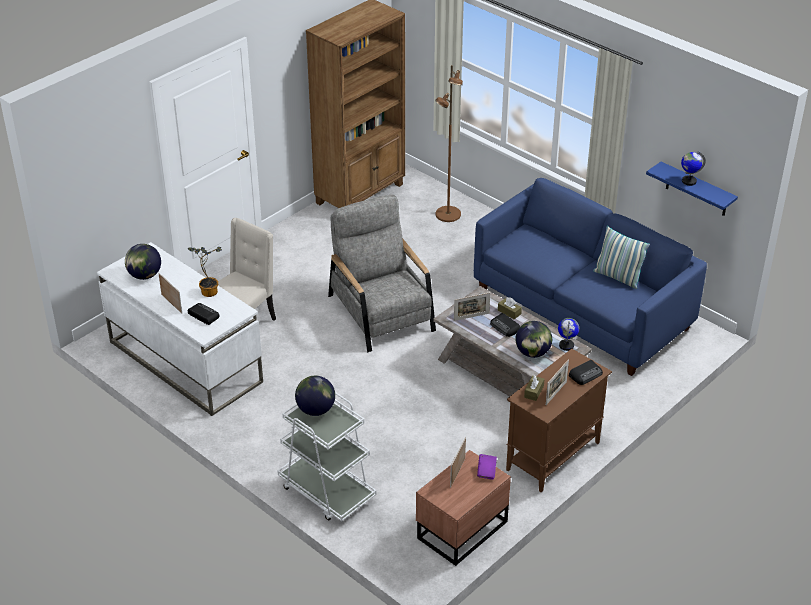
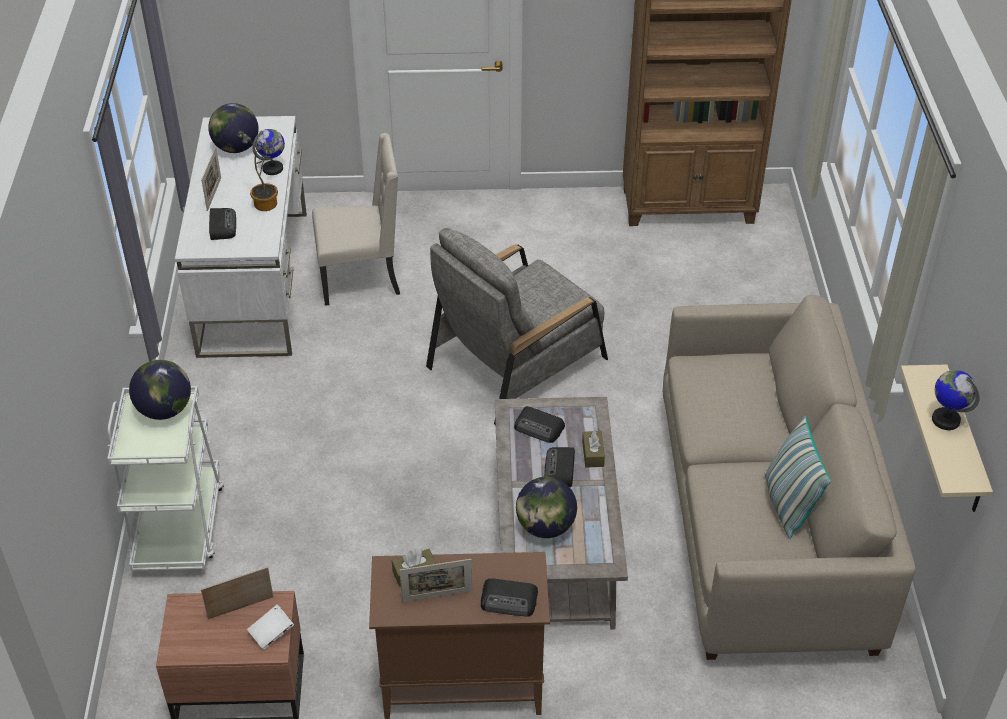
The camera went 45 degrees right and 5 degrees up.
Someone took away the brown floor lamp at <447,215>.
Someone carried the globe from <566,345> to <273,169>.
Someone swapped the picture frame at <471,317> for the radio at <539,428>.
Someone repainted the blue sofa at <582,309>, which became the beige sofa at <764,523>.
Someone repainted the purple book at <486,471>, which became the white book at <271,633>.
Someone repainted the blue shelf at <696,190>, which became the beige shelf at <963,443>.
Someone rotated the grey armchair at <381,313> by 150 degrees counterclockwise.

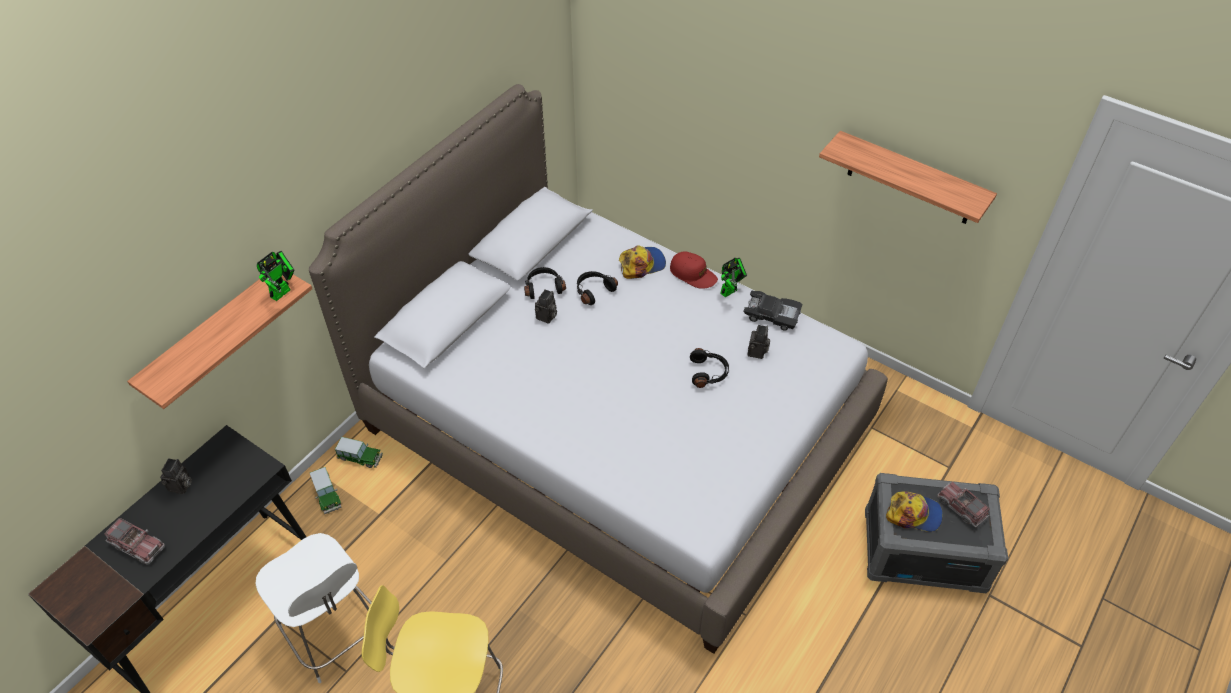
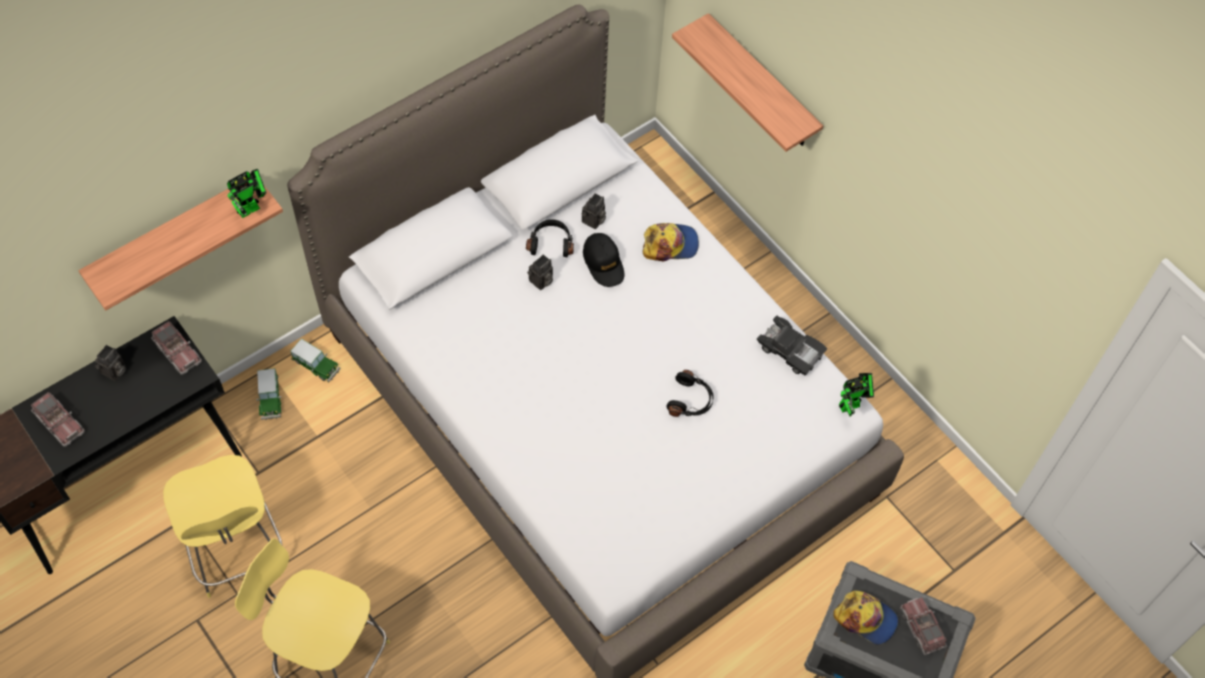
The camera went 15 degrees right and 10 degrees up.
Someone took away the red cap at <693,274>.
Someone put down the toy truck at <177,352>.
Someone carried the toy robot from <730,290> to <852,404>.
Someone carried the photo camera from <757,353> to <593,221>.
Someone carried the shelf from <910,179> to <761,84>.
Someone swapped the black headphones at <593,291> for the black cap at <604,263>.
Someone repainted the white stool at <334,634>, which became the yellow stool at <236,551>.

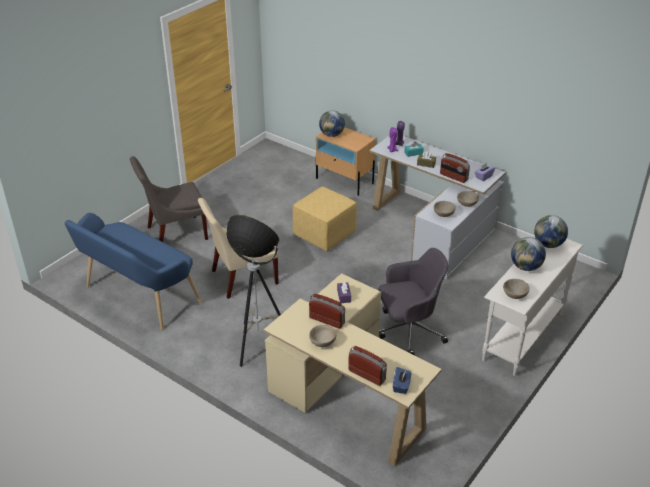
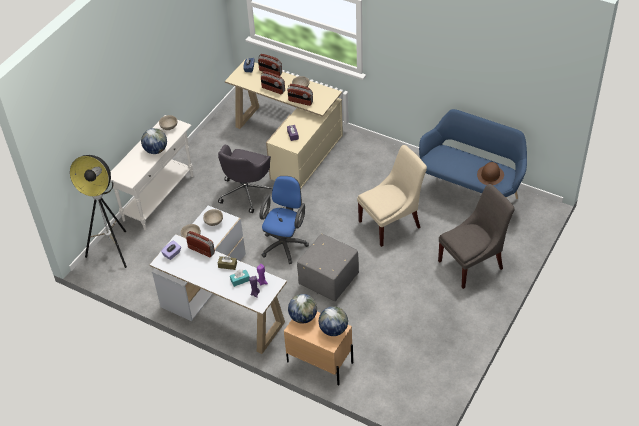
The camera went 175 degrees right and 10 degrees up.
Someone put down the blue office chair at <285,243>.
Someone put down the radio at <273,89>.
Someone put down the brown hat at <490,175>.
Someone carried the floor lamp from <258,344> to <113,250>.
Someone carried the globe from <548,244> to <303,317>.
Someone repainted the yellow ottoman at <325,235>, which became the grey ottoman at <328,279>.
Someone rotated the grey office chair at <408,331> by 45 degrees counterclockwise.

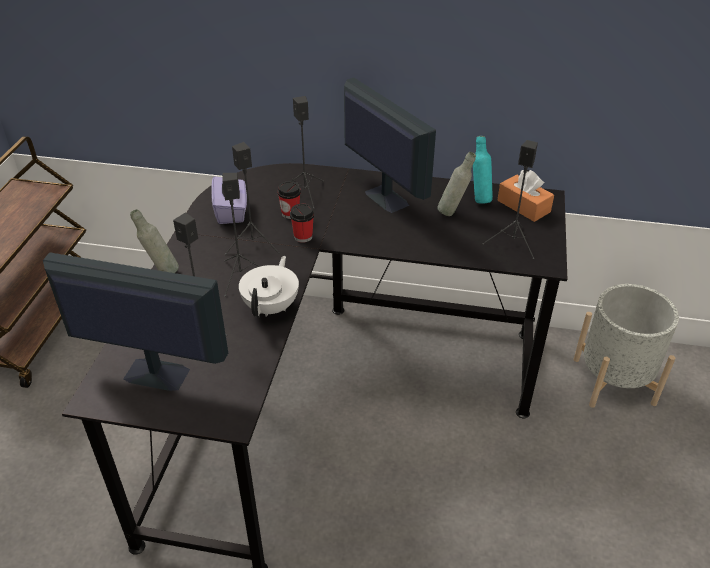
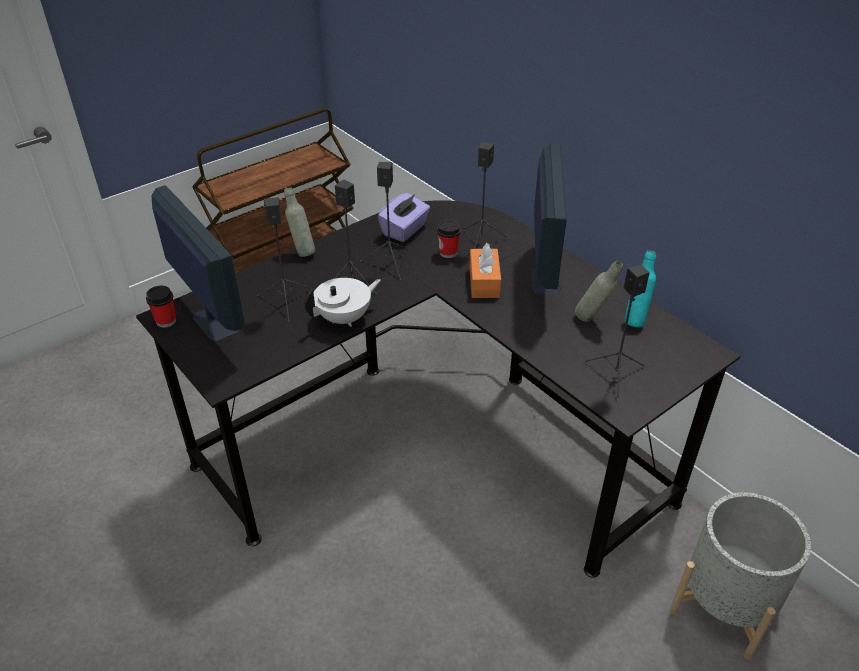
The camera went 40 degrees right and 0 degrees up.
Someone carried the cup from <303,237> to <166,321>.
Someone carried the orange tissue box from <523,206> to <484,282>.

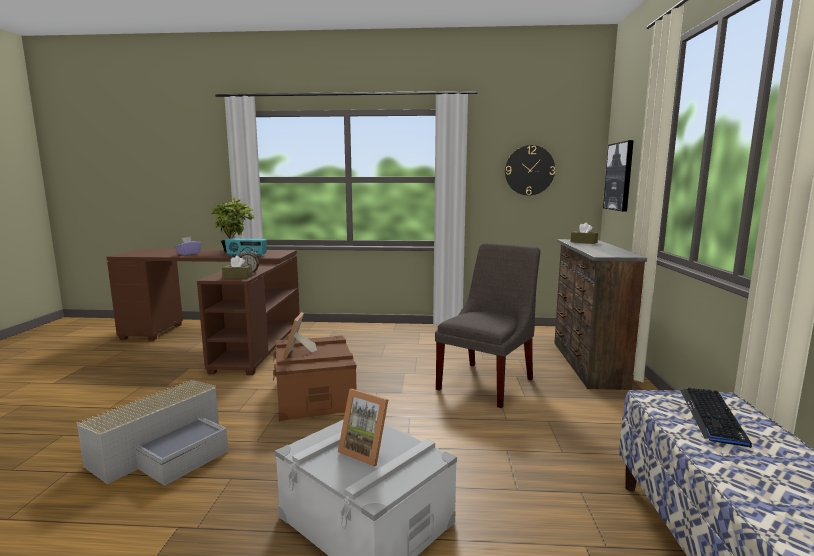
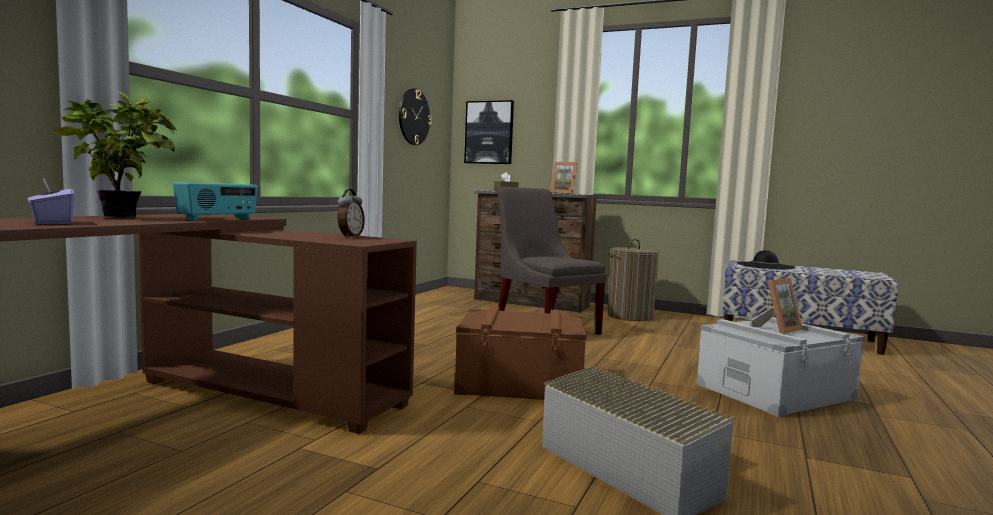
The camera went 70 degrees left and 5 degrees down.
Someone took away the brown tissue box at <237,277>.
Someone put down the laundry basket at <630,316>.
Someone carried the picture frame from <298,353> to <563,193>.
Someone swapped the keyboard at <712,416> for the black hat at <765,266>.

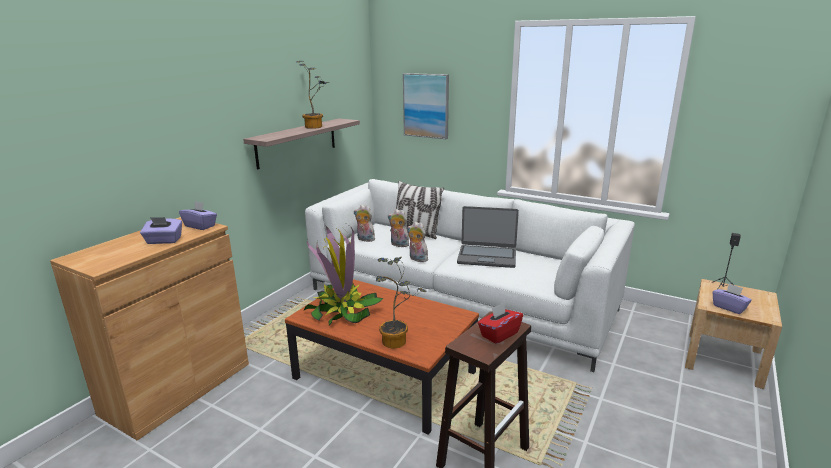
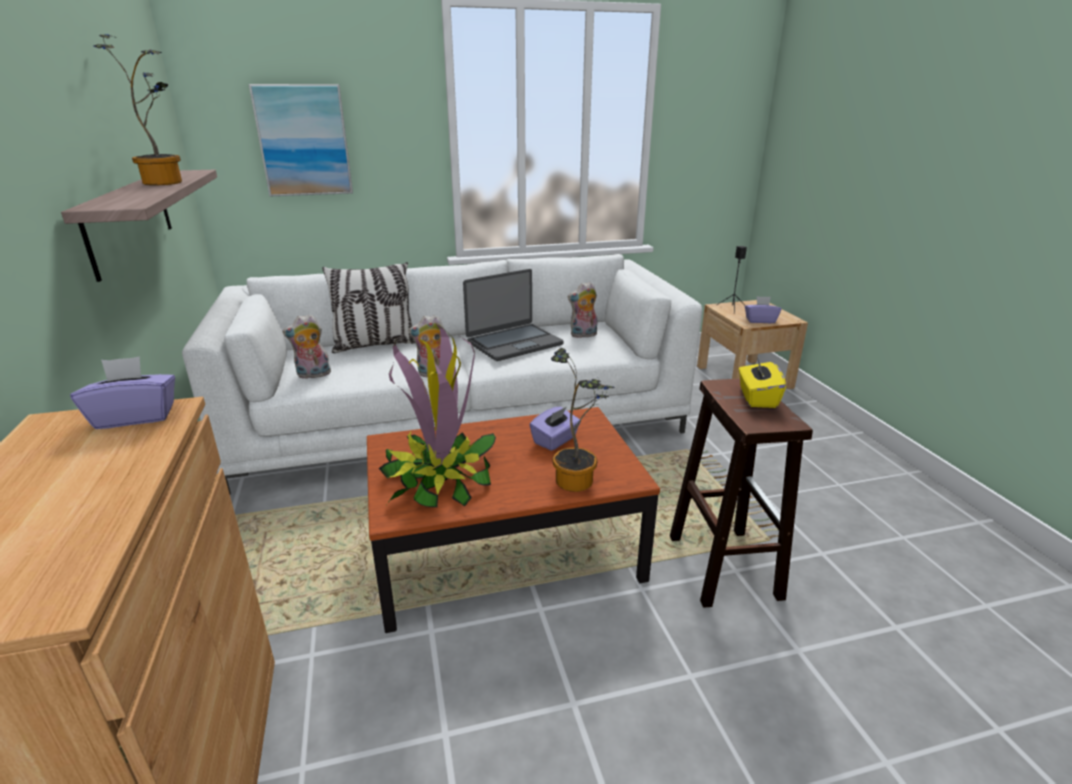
The camera went 45 degrees left and 5 degrees up.
Someone carried the purple tissue box from <164,241> to <555,440>.
Someone carried the plush toy from <398,245> to <583,335>.
Someone repainted the red tissue box at <499,334>, which became the yellow tissue box at <757,398>.

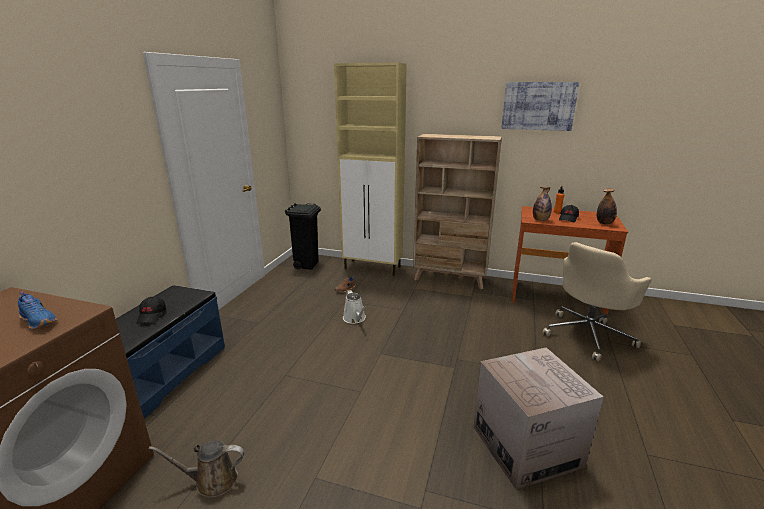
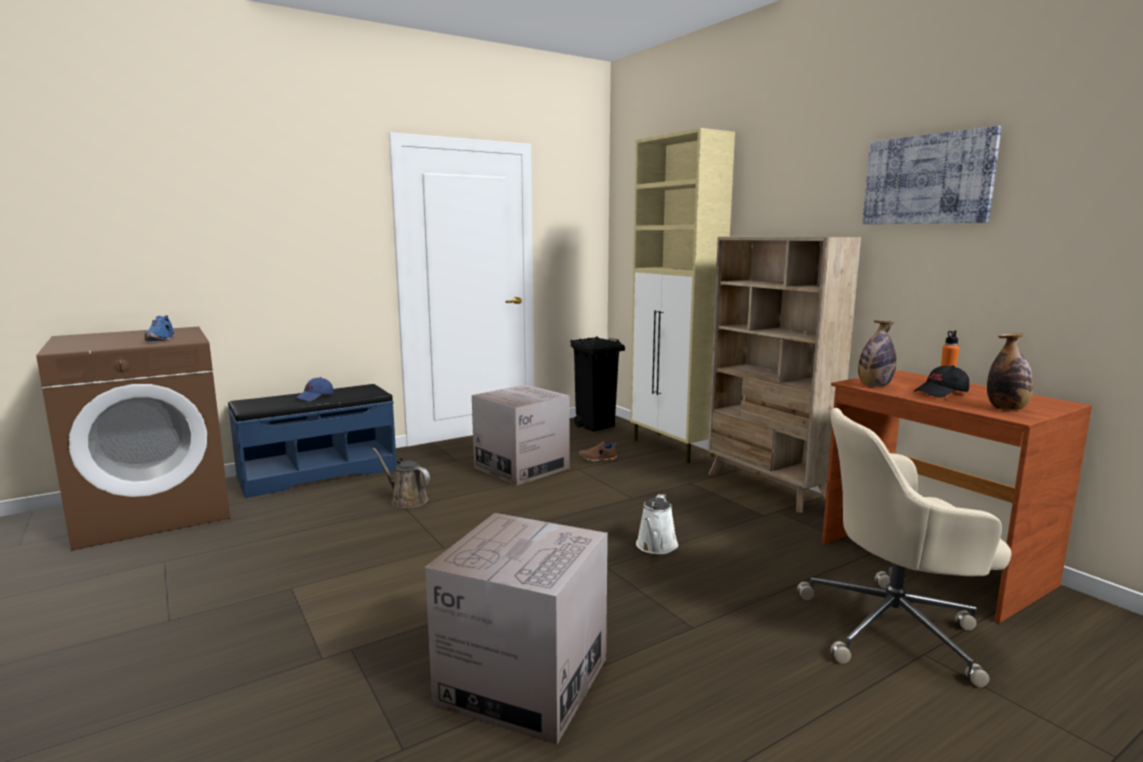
The camera went 40 degrees right and 10 degrees down.
Someone put down the cardboard box at <521,468>.
Someone carried the brown watering can from <212,480> to <406,500>.
Someone carried the white watering can from <355,318> to <656,546>.
Someone repainted the black cap at <152,315>, which became the blue cap at <315,397>.

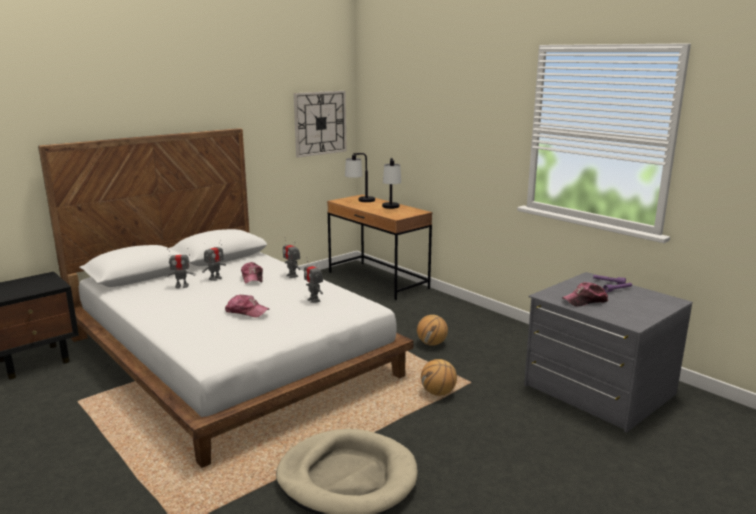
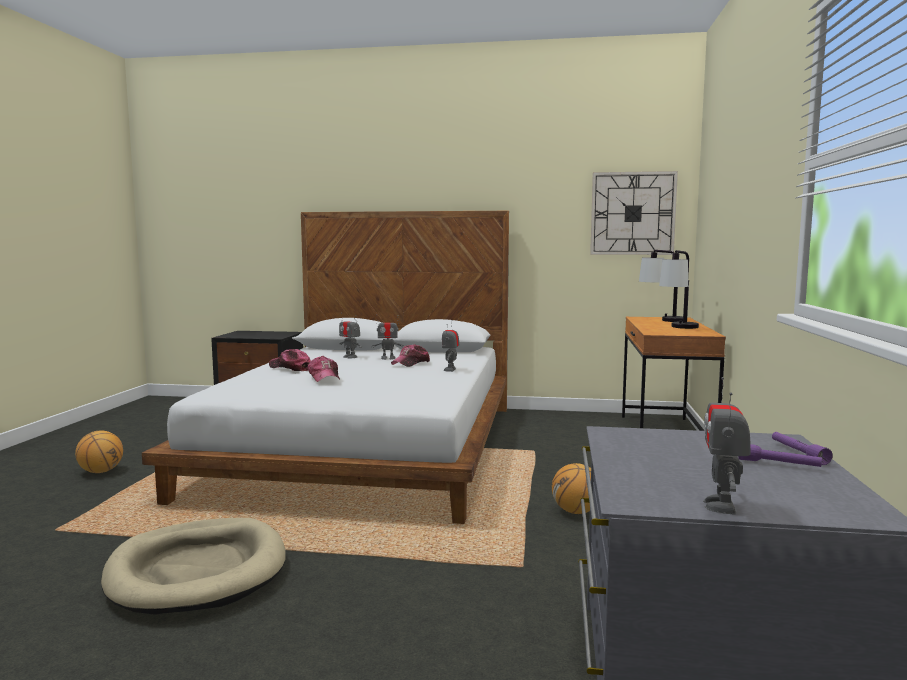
The camera went 50 degrees right and 10 degrees down.
Someone carried the toy robot from <314,300> to <722,506>.
Someone carried the basketball from <438,393> to <101,472>.
Someone carried the cap from <585,301> to <291,368>.

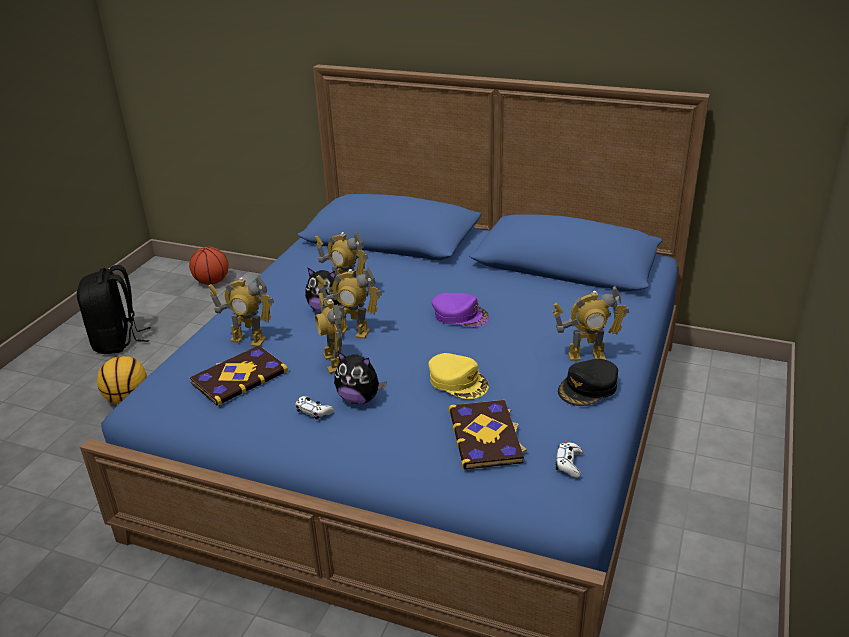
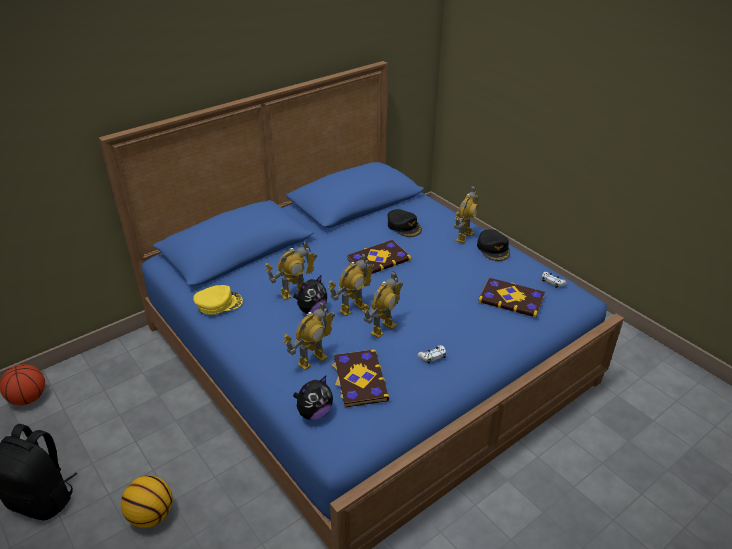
The camera went 60 degrees left and 5 degrees up.
Someone put down the black cap at <404,226>.
Someone carried the plush toy from <359,399> to <314,412>.
Someone carried the yellow cap from <458,381> to <219,303>.
Someone swapped the purple cap at <460,315> for the book at <378,259>.
Someone rotated the toy robot at <334,362> by 60 degrees counterclockwise.

